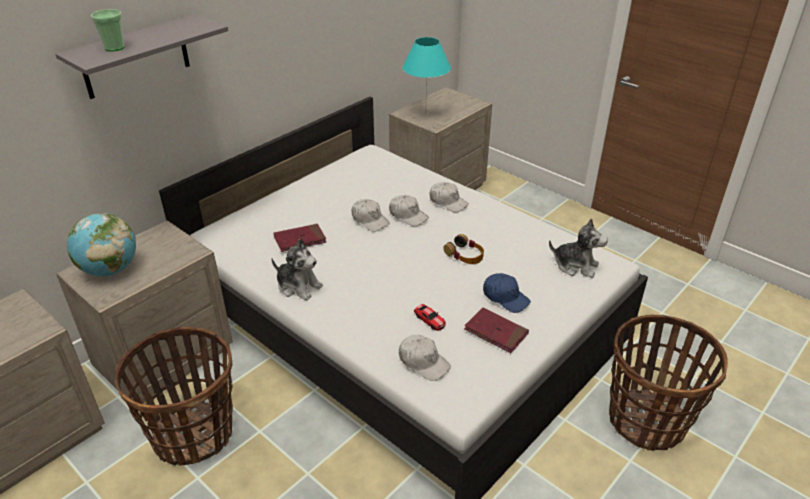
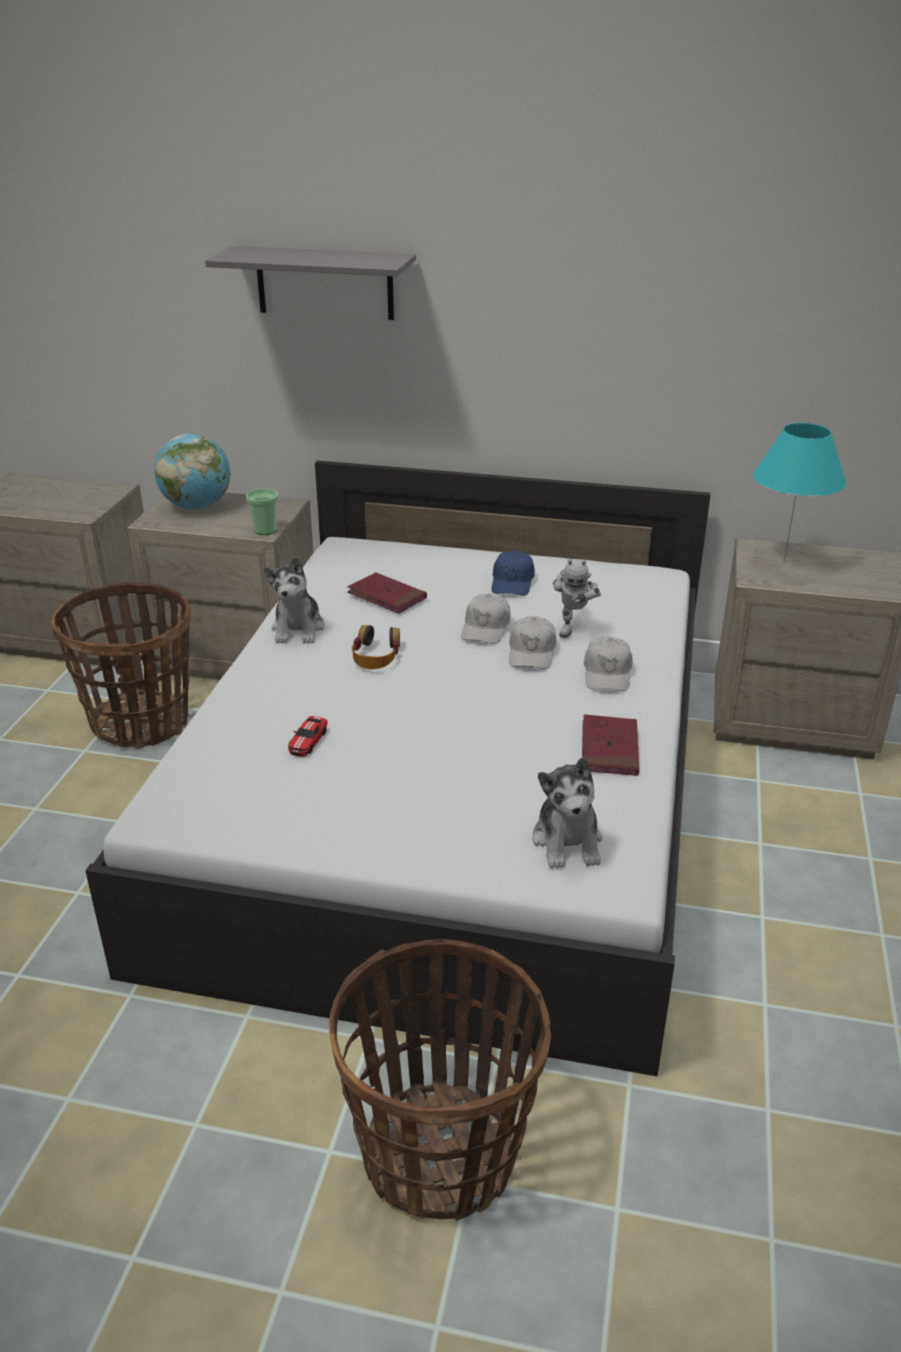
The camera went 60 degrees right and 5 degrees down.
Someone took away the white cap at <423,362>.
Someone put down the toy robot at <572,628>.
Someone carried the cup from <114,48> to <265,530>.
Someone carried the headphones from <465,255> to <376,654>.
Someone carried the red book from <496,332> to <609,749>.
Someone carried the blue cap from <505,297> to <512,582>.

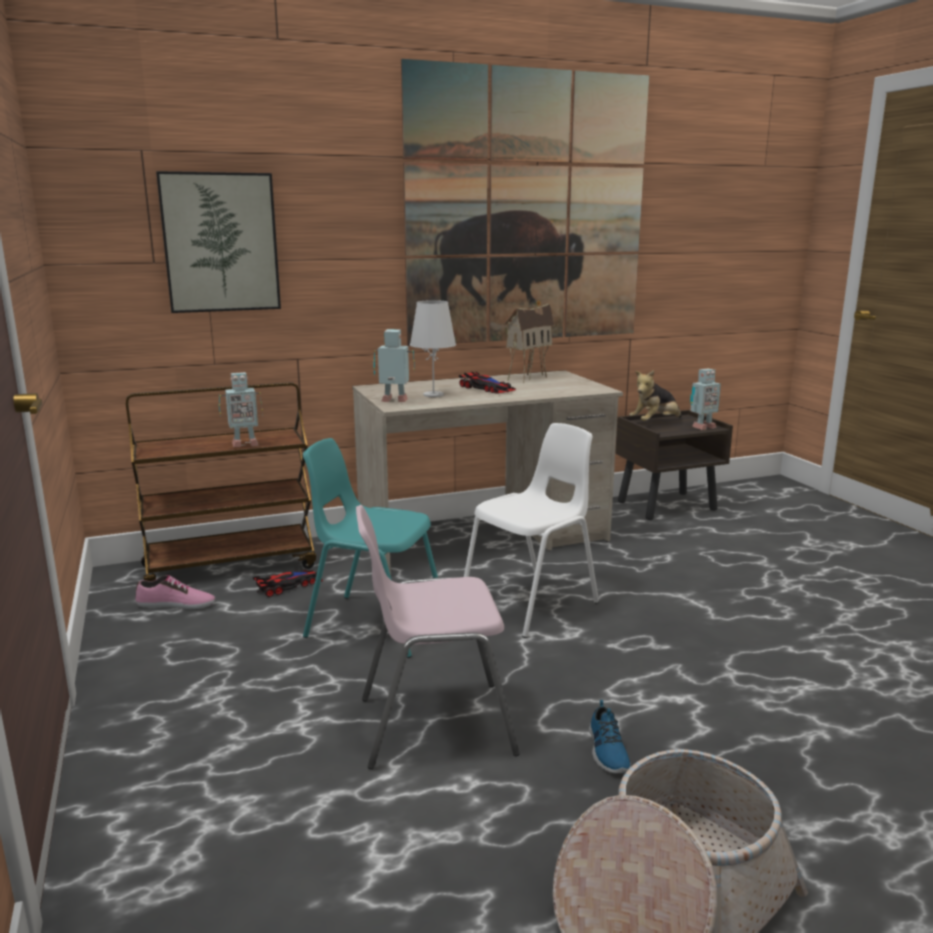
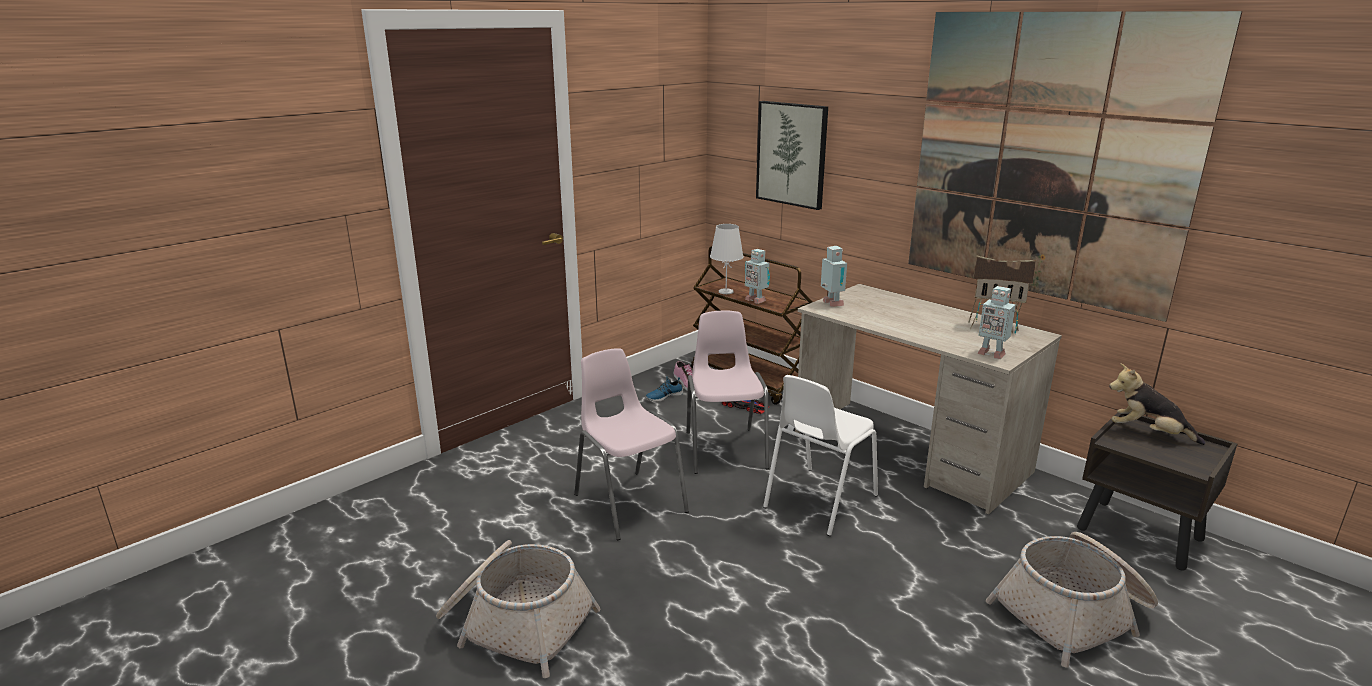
The camera went 65 degrees right and 5 degrees up.
Someone took away the toy car at <487,389>.
Someone put down the basket at <1074,614>.
Someone carried the white table lamp from <433,394> to <726,291>.
Someone carried the shoe from <607,751> to <663,396>.
Someone carried the toy robot from <702,427> to <991,353>.
Someone repainted the turquoise chair at <374,624>, which became the pink chair at <725,449>.
Someone rotated the white chair at <532,603> by 105 degrees clockwise.

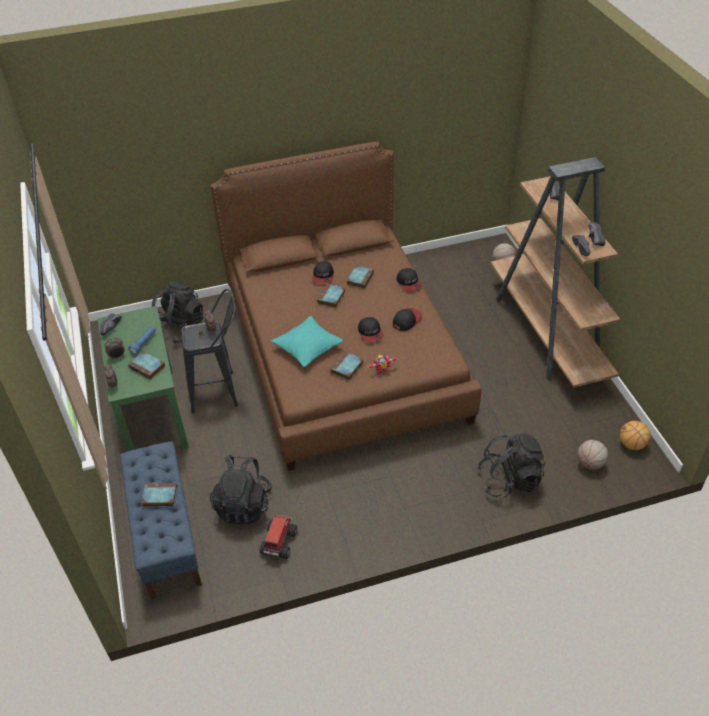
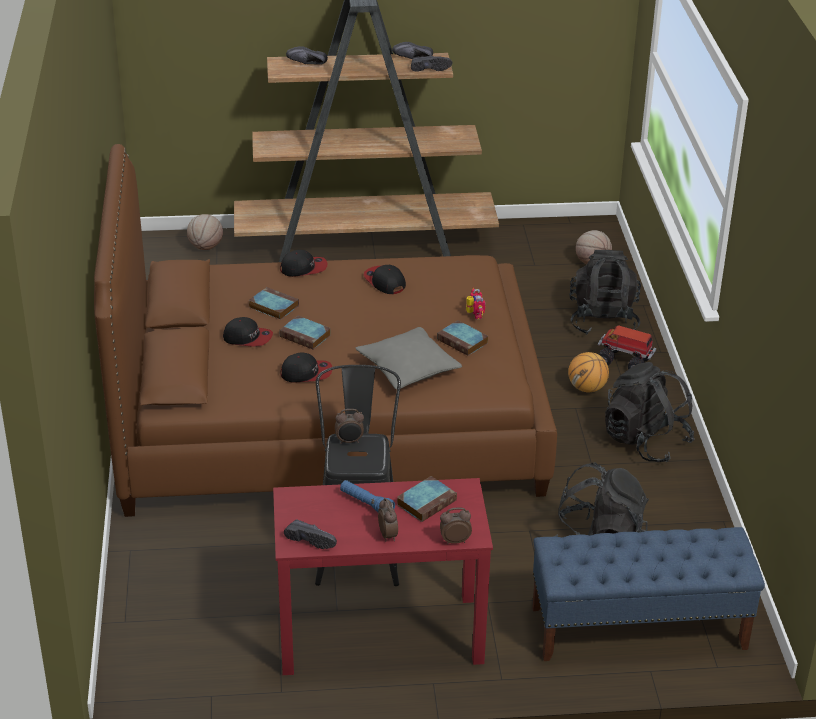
The camera went 80 degrees left and 10 degrees down.
Someone took away the book at <159,496>.
Someone carried the black backpack from <180,327> to <645,441>.
Someone carried the toy truck from <278,543> to <625,361>.
Someone carried the cap from <370,332> to <306,373>.
Someone carried the basketball from <632,444> to <587,388>.
Someone repainted the green desk at <152,412>, which became the red desk at <379,634>.
Someone repainted the turquoise pillow at <308,347>, which became the grey pillow at <408,369>.

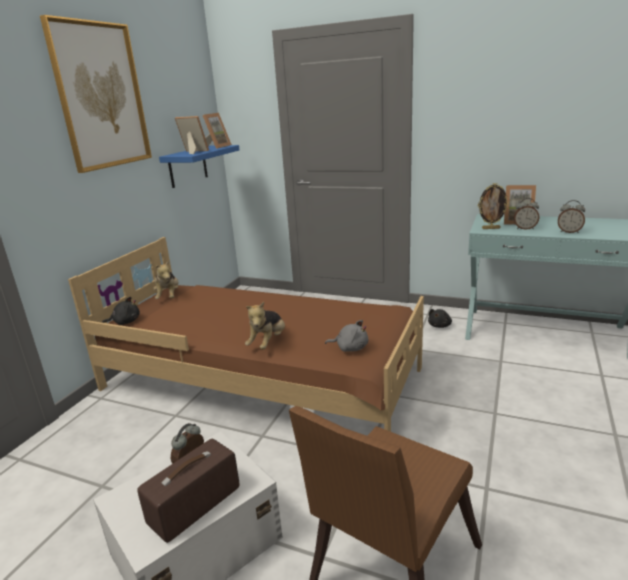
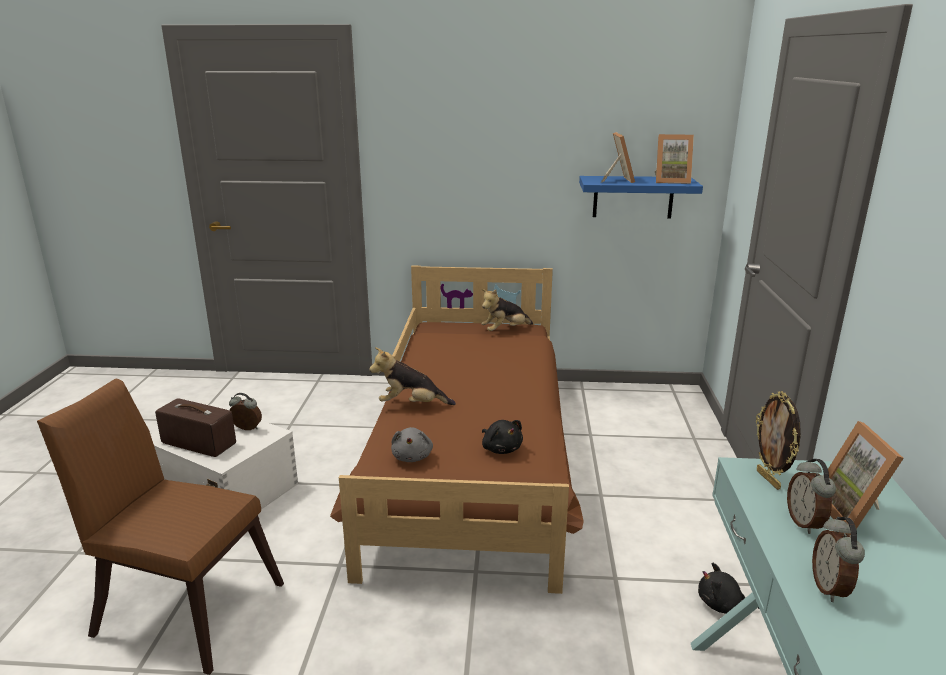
The camera went 70 degrees right and 0 degrees up.
Someone took away the picture at <101,96>.
Someone carried the black plush toy from <125,322> to <501,448>.

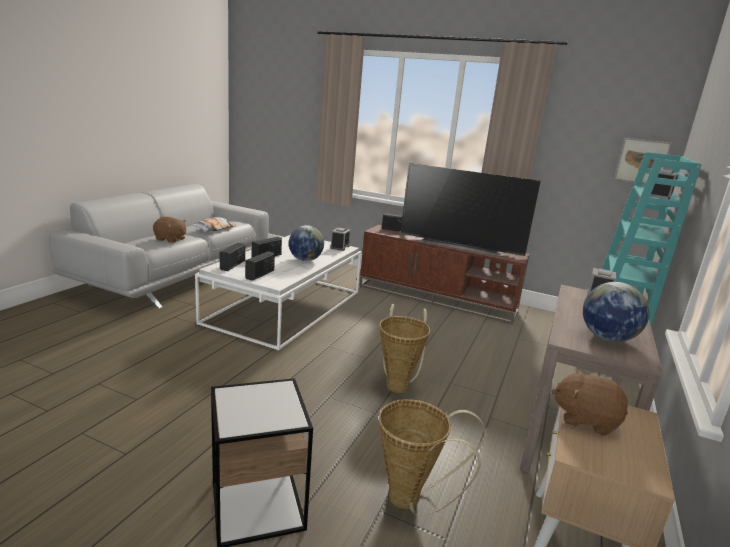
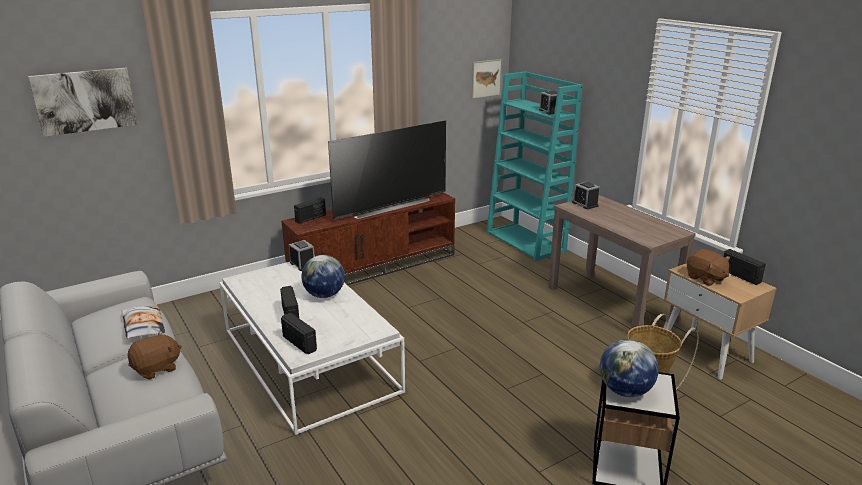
The camera went 55 degrees left and 5 degrees up.
Someone took away the basket at <398,384>.
Someone put up the picture at <85,101>.
Someone carried the radio from <260,274> to <740,276>.
Someone carried the globe from <607,338> to <624,391>.
Someone rotated the brown plush toy at <585,419> by 90 degrees counterclockwise.

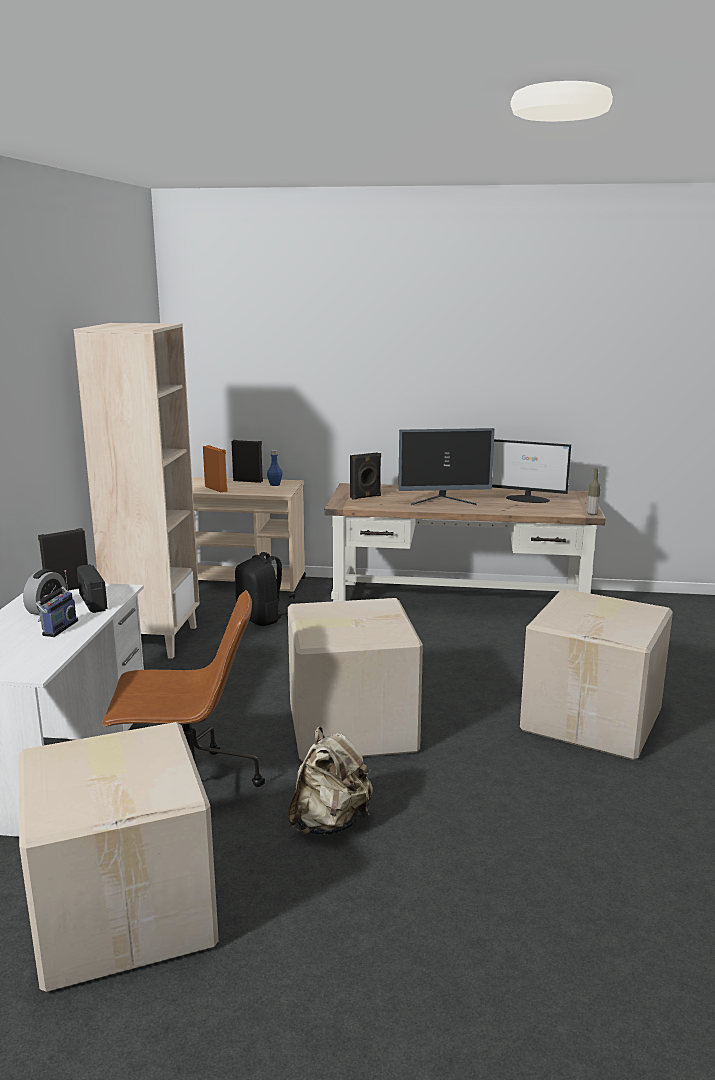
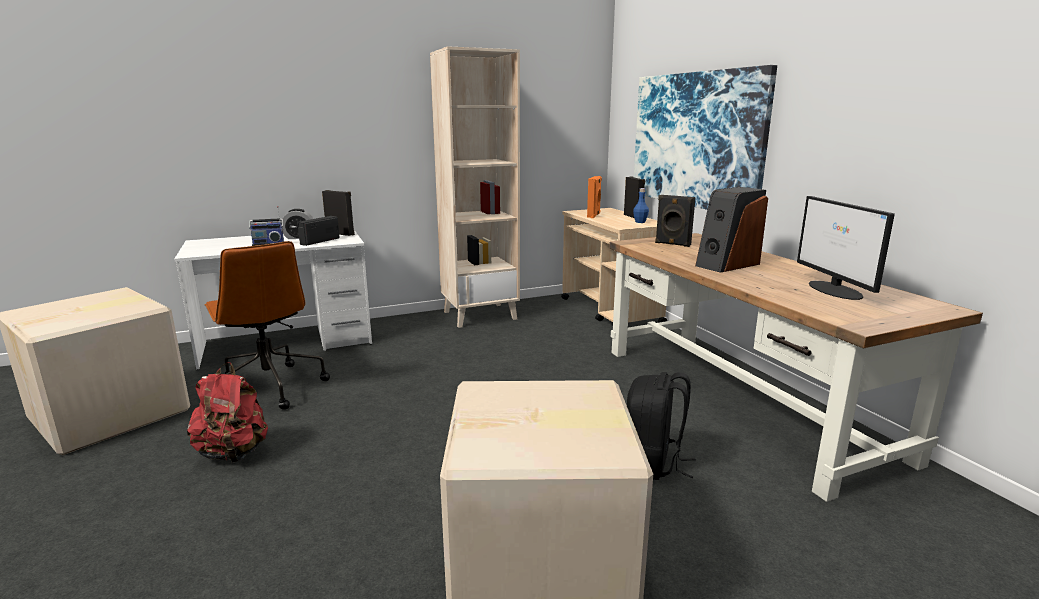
The camera went 60 degrees right and 0 degrees up.
Someone took away the cardboard box at <349,727>.
Someone took away the bottle at <592,514>.
Someone put up the picture at <695,140>.
Someone carried the black backpack from <261,619> to <653,463>.
Someone swapped the monitor at <444,501> for the speaker at <726,264>.
Someone repainted the beige backpack at <330,823>, which became the red backpack at <234,453>.

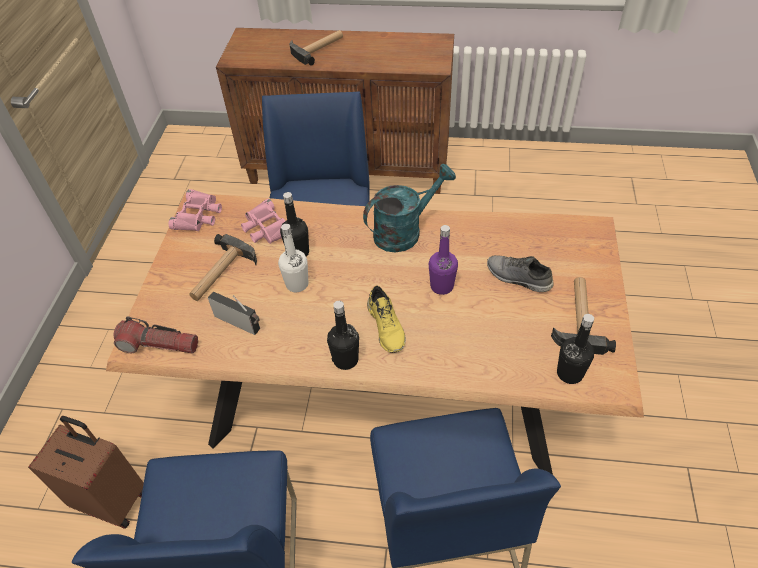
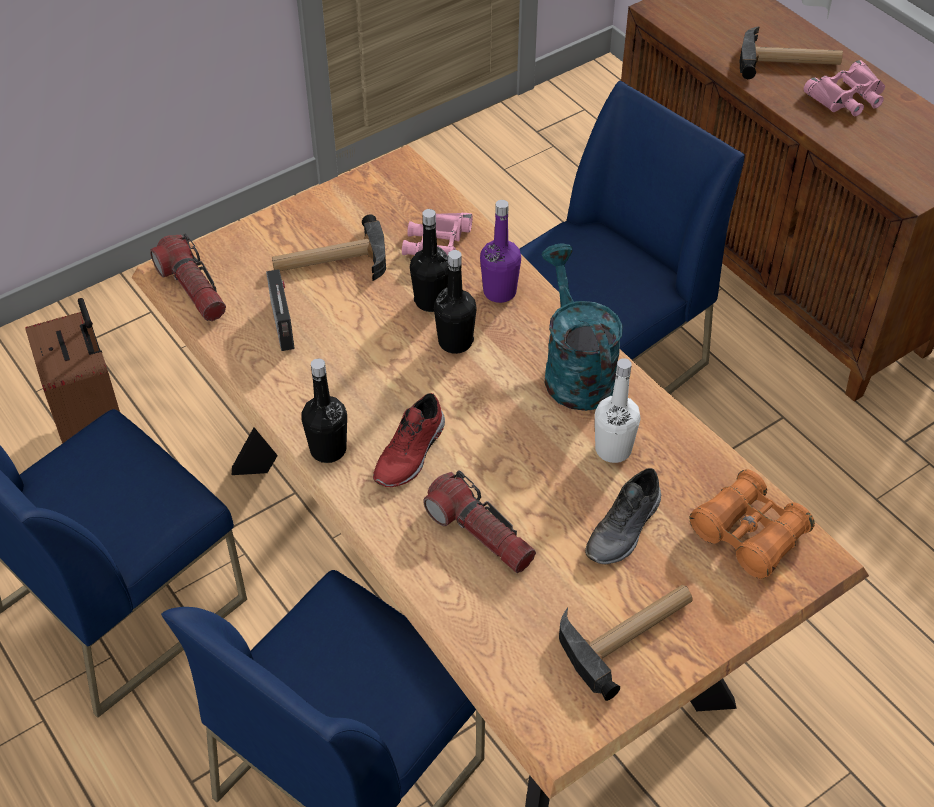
The camera went 45 degrees right and 0 degrees up.
Someone put down the flashlight at <480,533>.
Someone put down the orange binoculars at <748,534>.
Someone carried the pink binoculars from <198,215> to <847,97>.
Someone carried the white bottle from <297,284> to <613,449>.
Someone carried the purple bottle from <442,286> to <499,292>.
Someone carried the black bottle from <569,373> to <455,342>.
Someone repainted the yellow shoe at <387,326>, which became the red shoe at <411,453>.
Someone rotated the turquoise watering can at <404,231> by 120 degrees counterclockwise.
Someone rotated the grey shoe at <517,278> by 135 degrees counterclockwise.

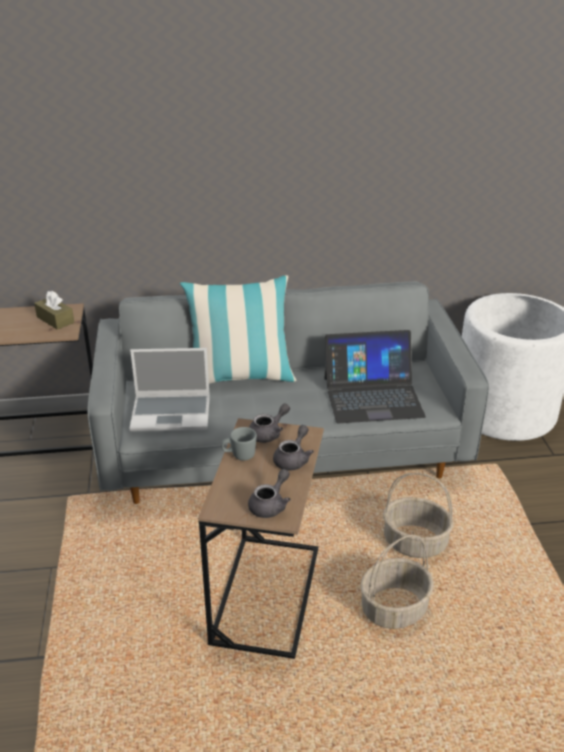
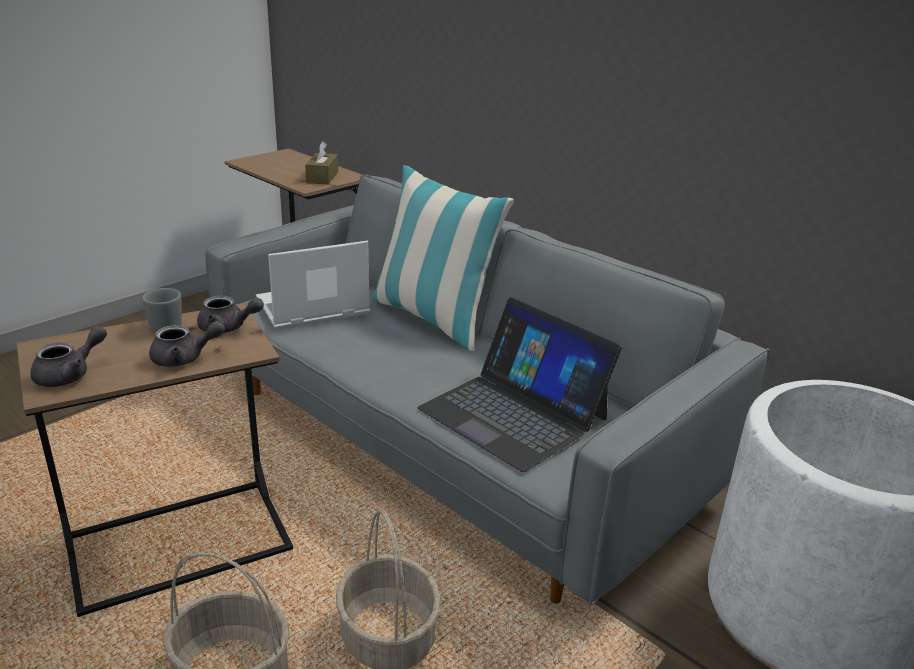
The camera went 50 degrees right and 5 degrees down.
Someone rotated the laptop at <172,413> by 105 degrees clockwise.
Someone rotated the grey teapot at <270,505> by 45 degrees counterclockwise.

